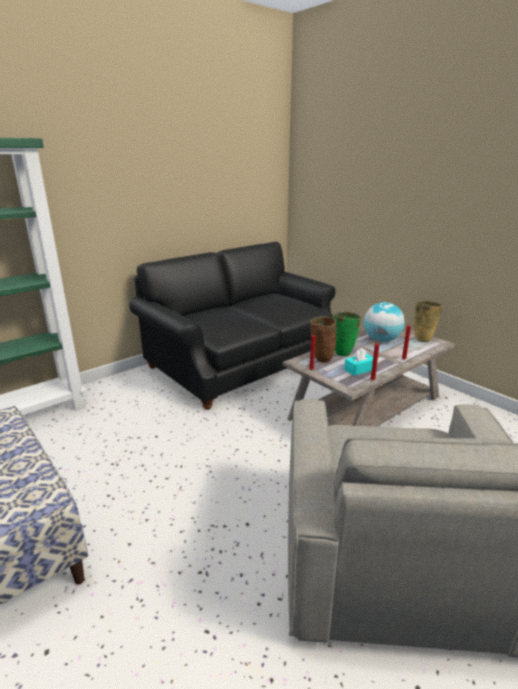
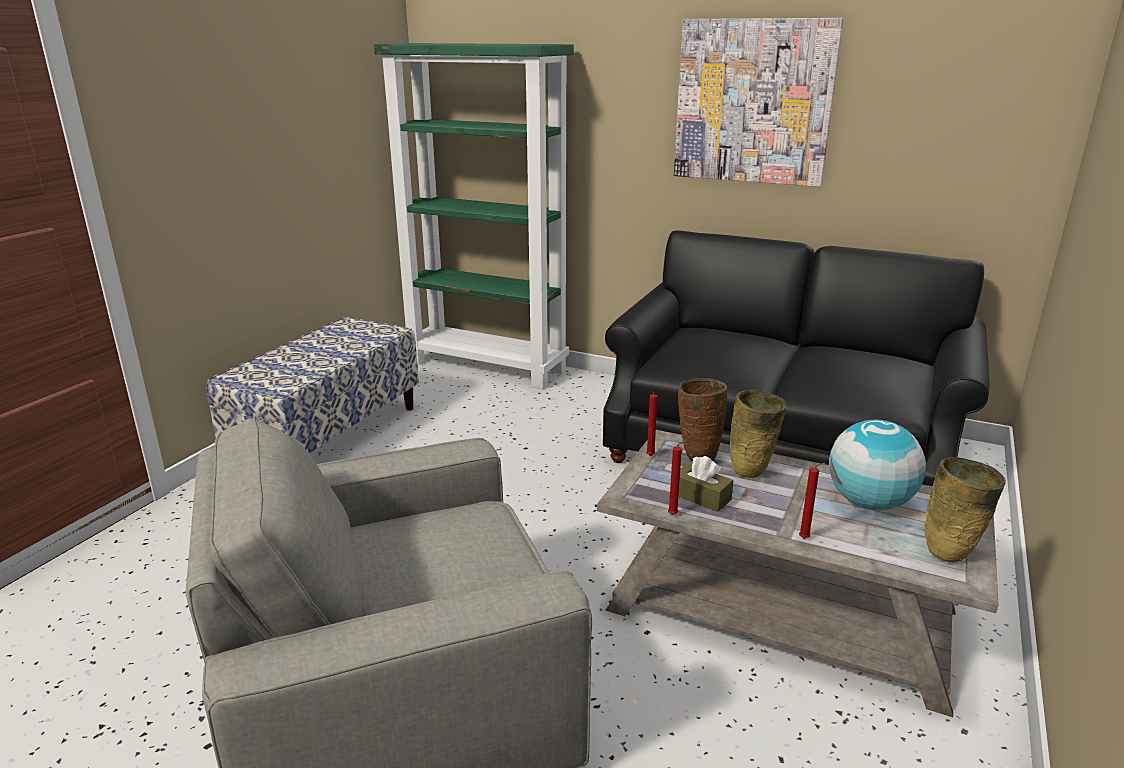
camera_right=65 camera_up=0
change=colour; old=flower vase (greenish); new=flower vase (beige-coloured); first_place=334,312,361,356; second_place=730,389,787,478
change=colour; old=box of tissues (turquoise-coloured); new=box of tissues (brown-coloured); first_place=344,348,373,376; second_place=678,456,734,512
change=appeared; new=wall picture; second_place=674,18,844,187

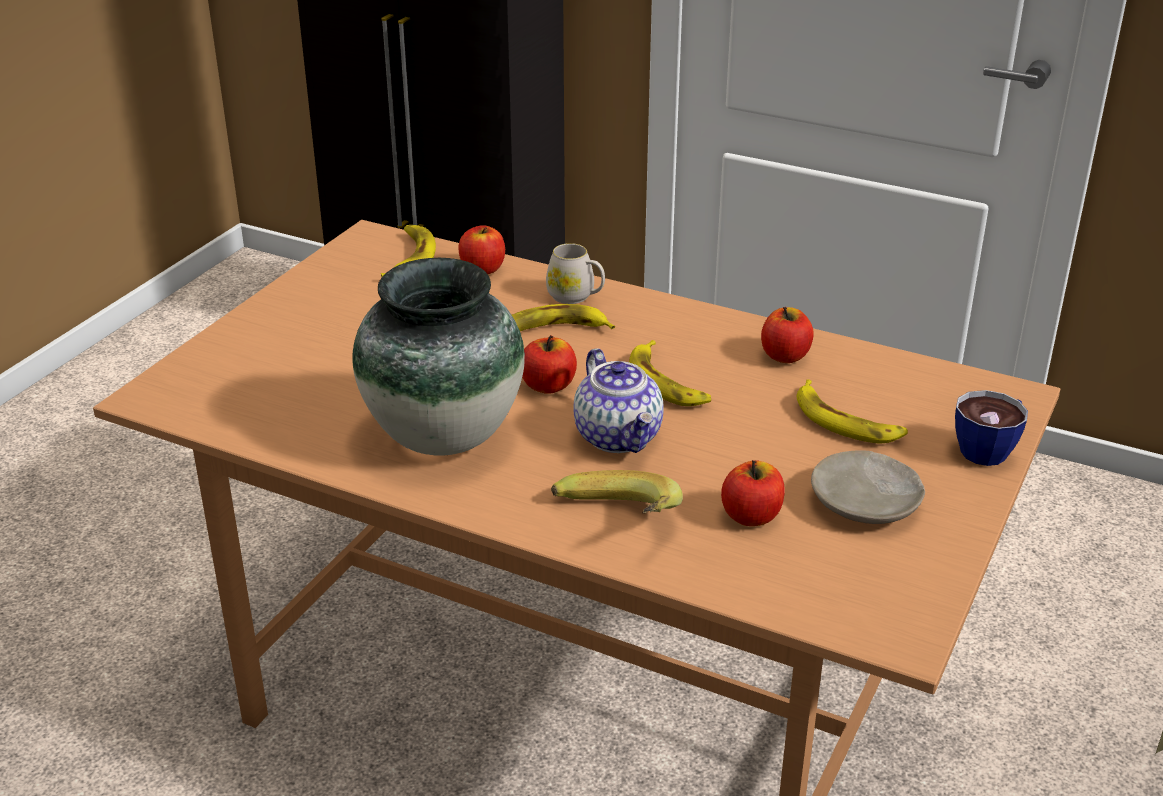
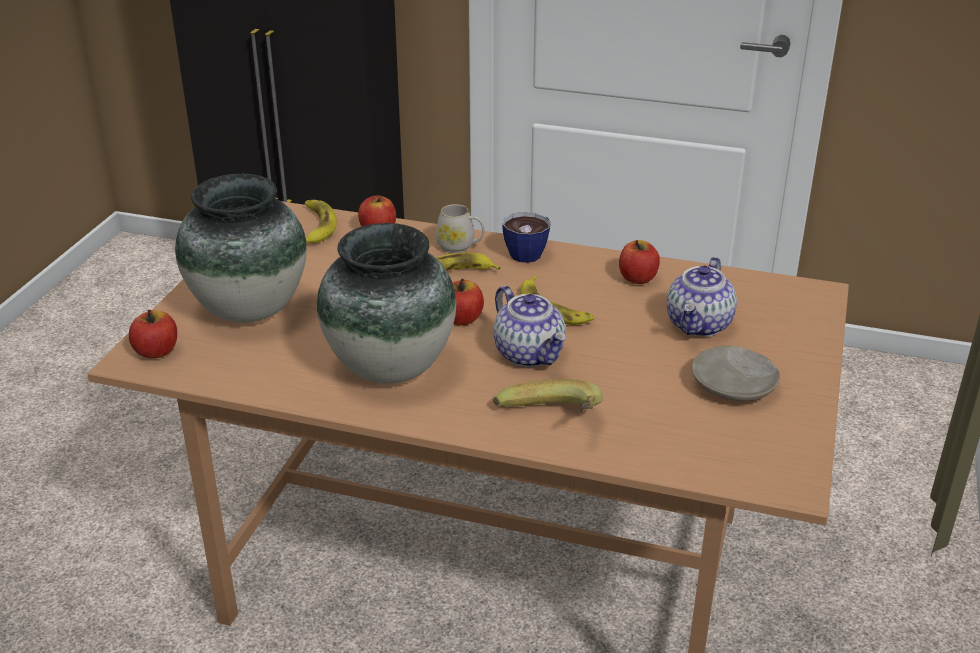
camera_right=-10 camera_up=0
change=exchanged; old=whole banana; new=teapot; first_place=797,379,908,443; second_place=667,257,737,337
change=relocated; old=drinking cup; first_place=955,390,1028,466; second_place=502,212,551,263
change=relocated; old=apple fruit; first_place=721,460,785,526; second_place=129,310,177,359
change=appeared; new=flower vase; second_place=175,174,307,323

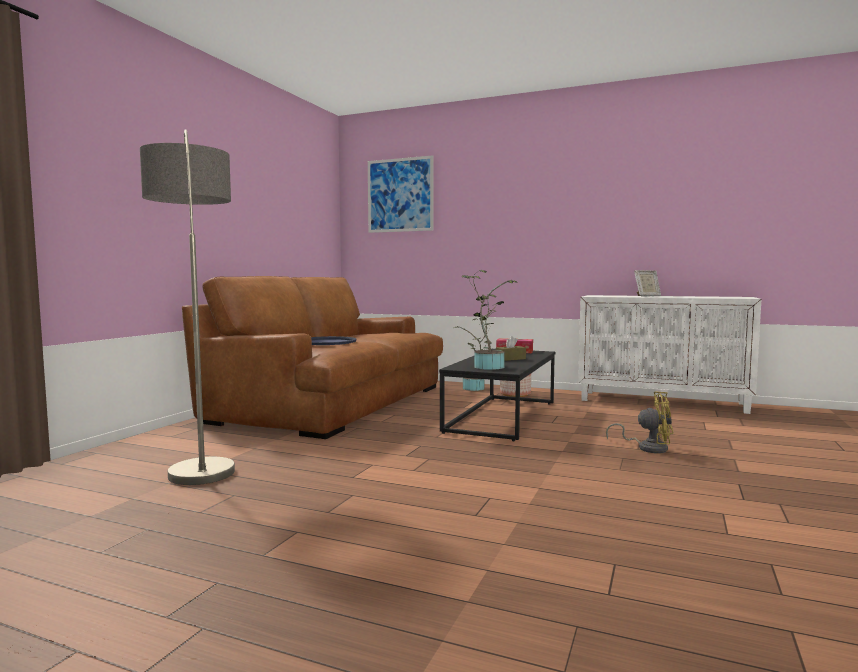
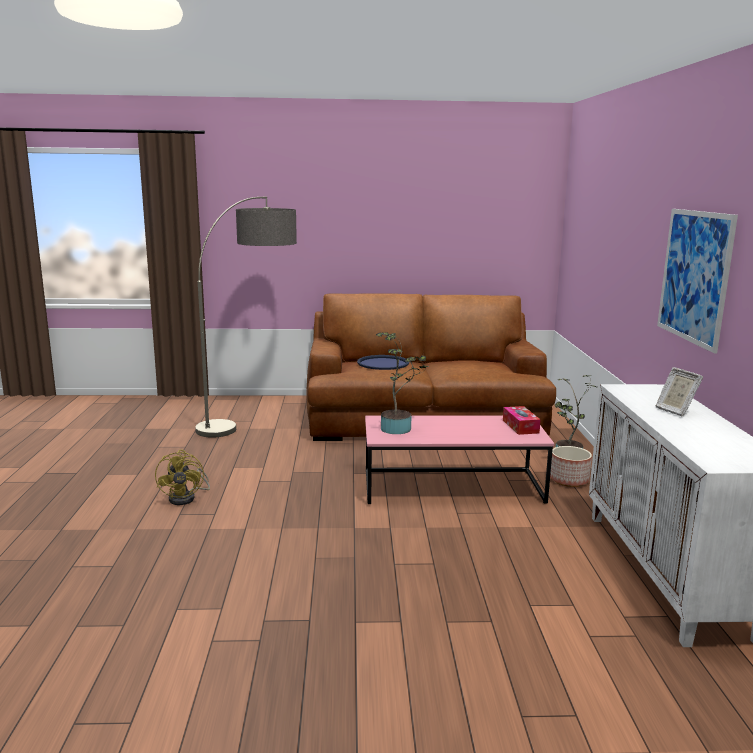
camera_right=65 camera_up=10
change=relocated; old=wall picture; first_place=368,155,434,233; second_place=657,209,738,353
change=missing; old=box of tissues (brown-coloured); first_place=496,336,526,361
change=colour; old=low table (black-coloured); new=low table (pink); first_place=439,349,556,441; second_place=365,416,554,504
change=relocated; old=cooling fan (yellowish); first_place=606,391,673,453; second_place=155,450,210,505

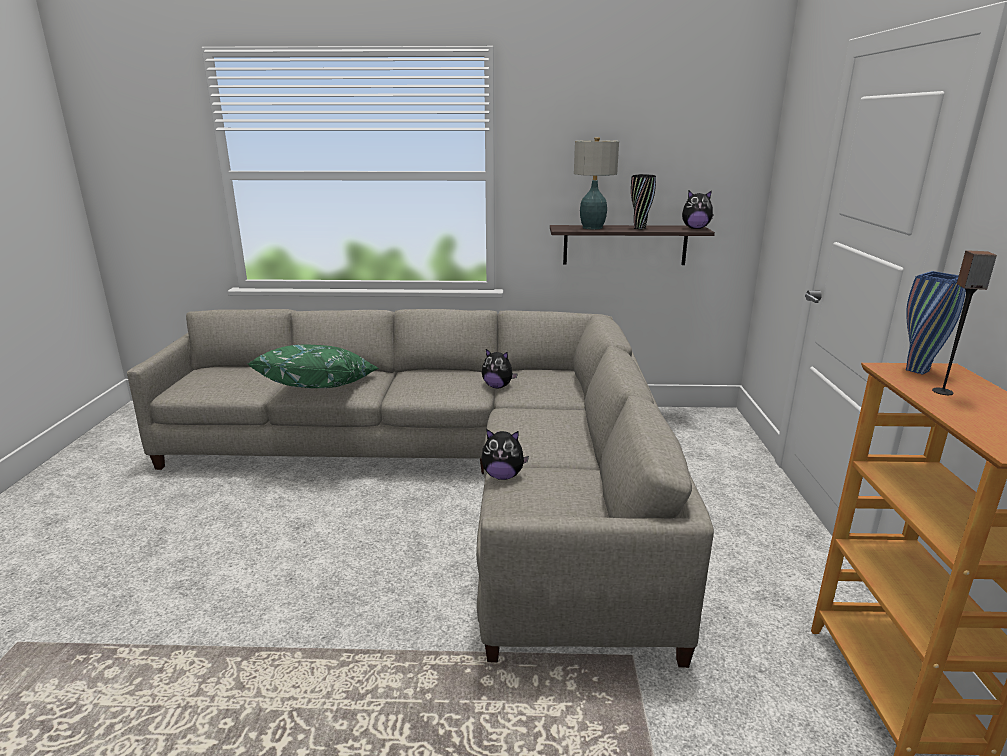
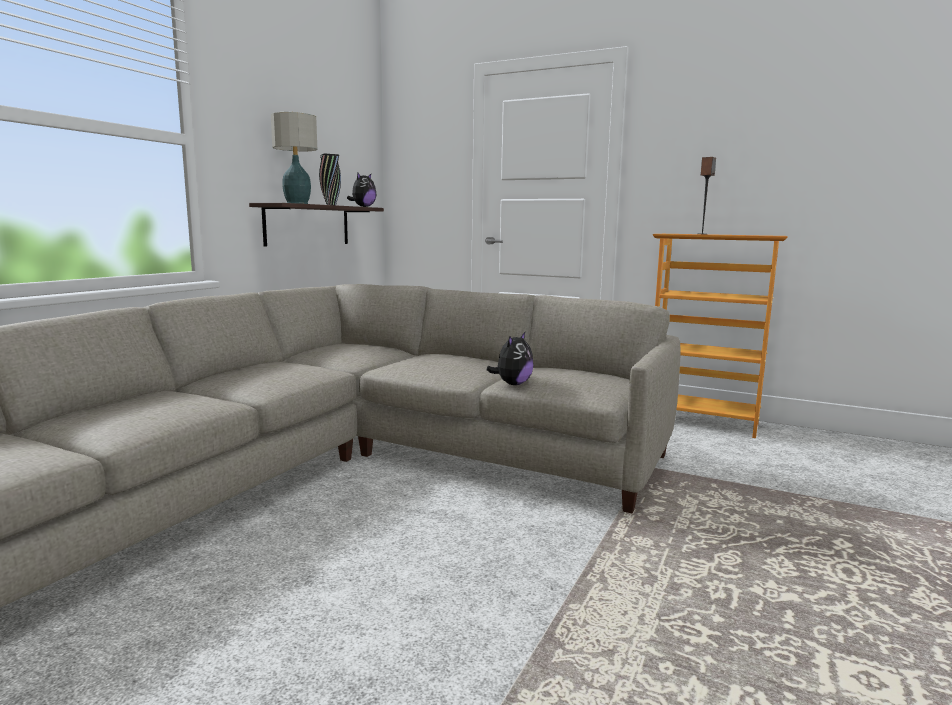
camera_right=-65 camera_up=-10
change=missing; old=flower vase (blue-coloured); first_place=906,271,966,375
change=missing; old=pillow (greenish); first_place=248,345,379,388
change=missing; old=cuddly toy; first_place=482,349,518,388

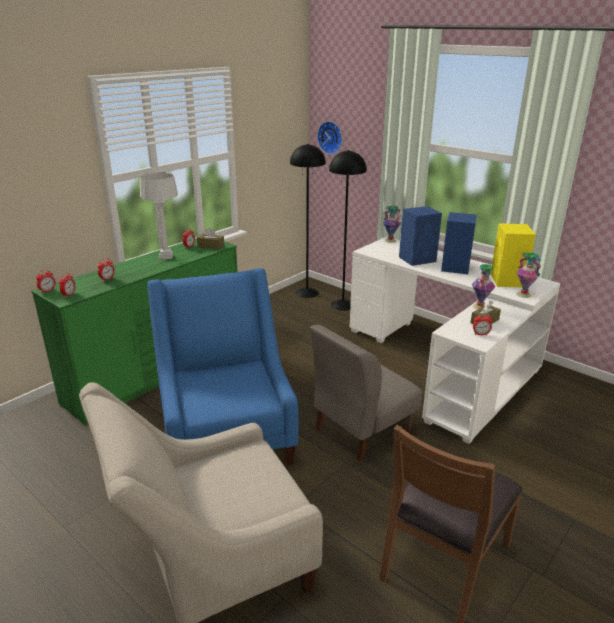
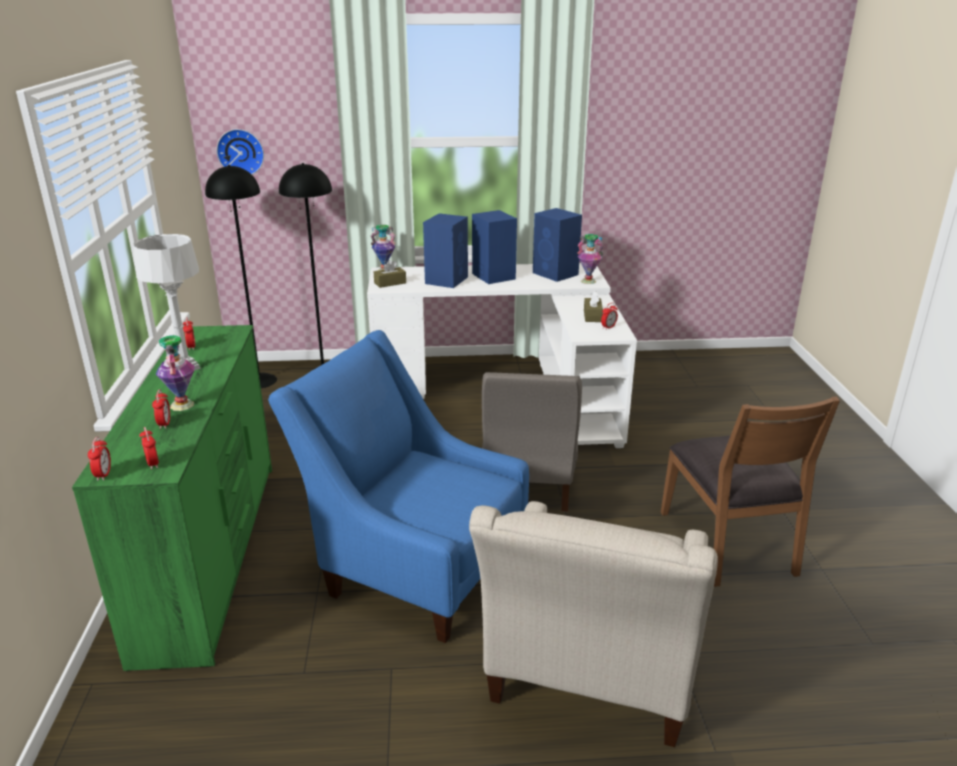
camera_right=-45 camera_up=0
change=colour; old=audio speaker (yellowish); new=audio speaker (blue-coloured); first_place=491,223,536,287; second_place=533,208,582,282
change=relocated; old=box of tissues (brown-coloured); first_place=197,227,225,250; second_place=374,260,406,288
change=relocated; old=flower vase; first_place=472,264,496,310; second_place=156,335,195,411

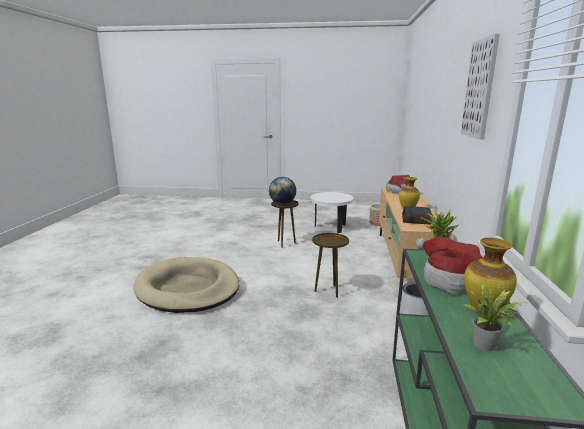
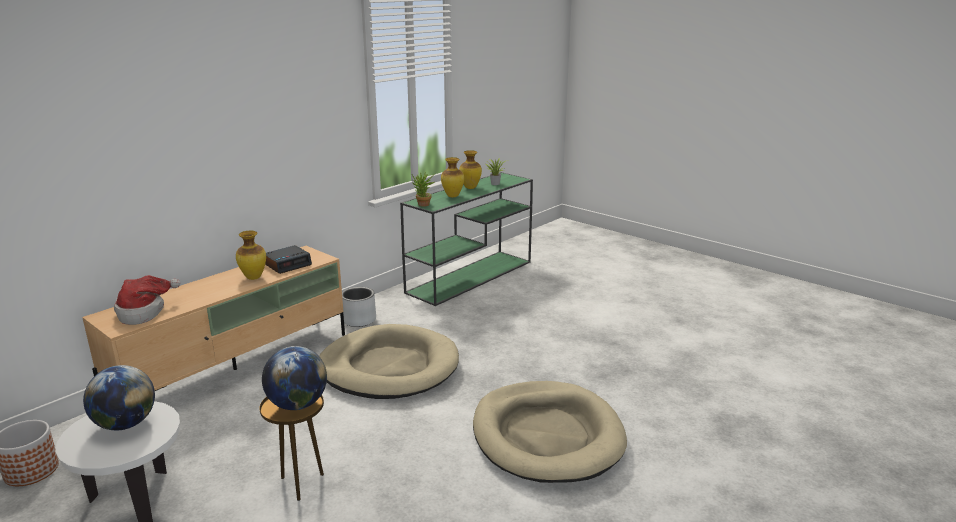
camera_right=-145 camera_up=5
change=missing; old=wall picture; first_place=461,34,500,140
change=exchanged; old=side table (brown-coloured); new=pet bed (beige-coloured); first_place=312,233,349,298; second_place=319,324,459,399
change=exchanged; old=clothing hat; new=flower vase; first_place=415,237,483,294; second_place=441,157,464,197
change=appeared; new=world globe; second_place=83,365,155,430

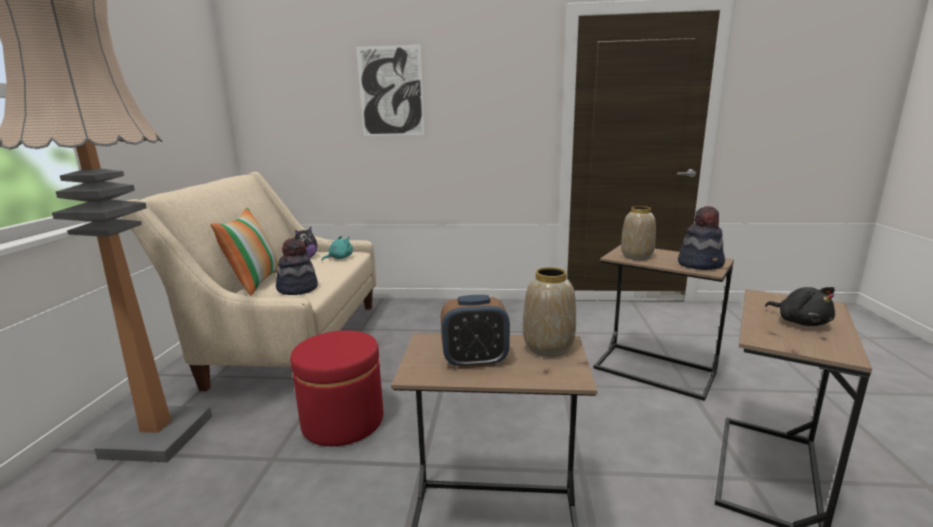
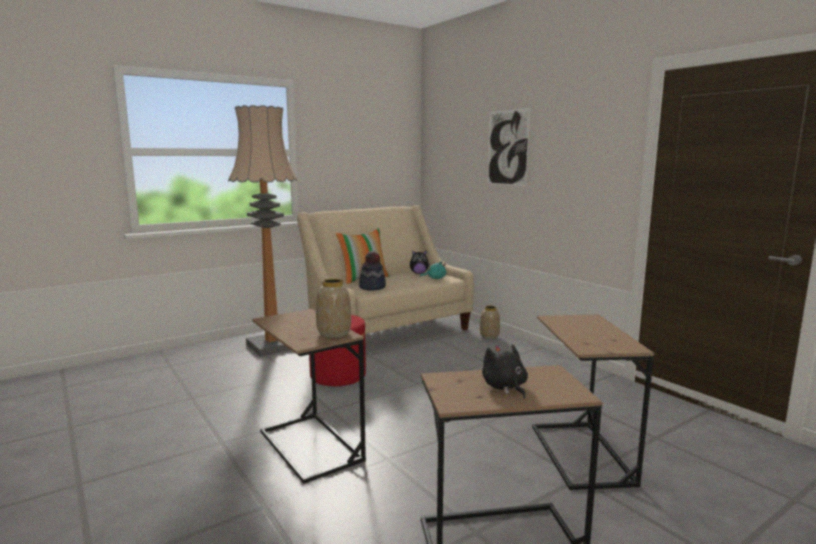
camera_right=50 camera_up=-5
change=relocated; old=flower vase; first_place=621,206,656,260; second_place=480,306,500,339
change=missing; old=clothing hat; first_place=678,206,725,270
change=spun; old=cuddly toy (black-coloured); first_place=765,287,835,326; second_place=482,344,528,399; degrees=135
change=missing; old=table clock; first_place=441,295,510,369

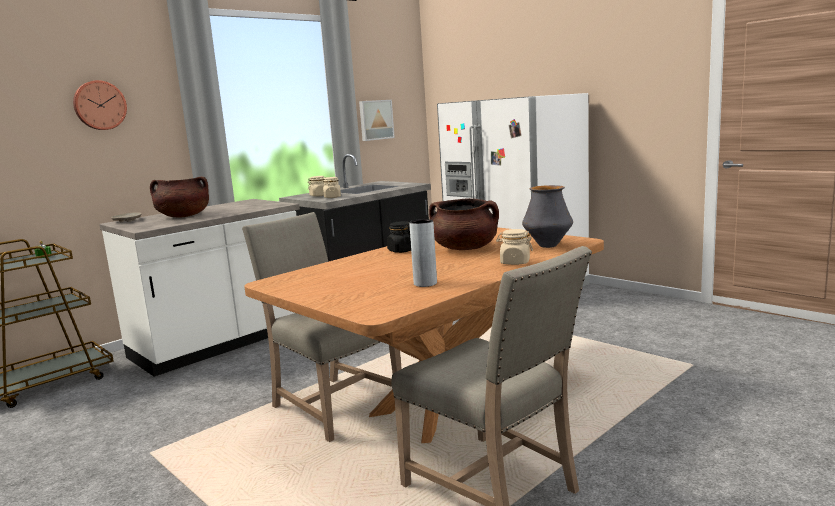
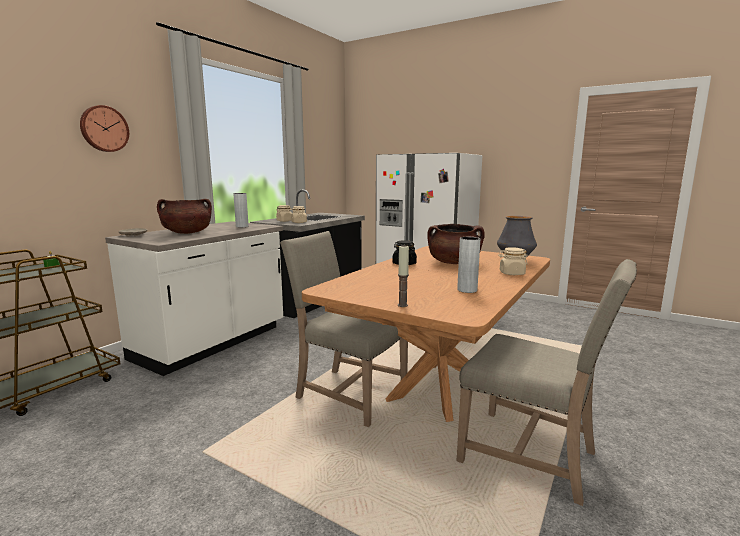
camera_right=-15 camera_up=0
change=missing; old=wall picture; first_place=359,100,395,141
change=appeared; new=flower vase (gray); second_place=234,193,249,227
change=appeared; new=wax candle; second_place=398,246,409,307

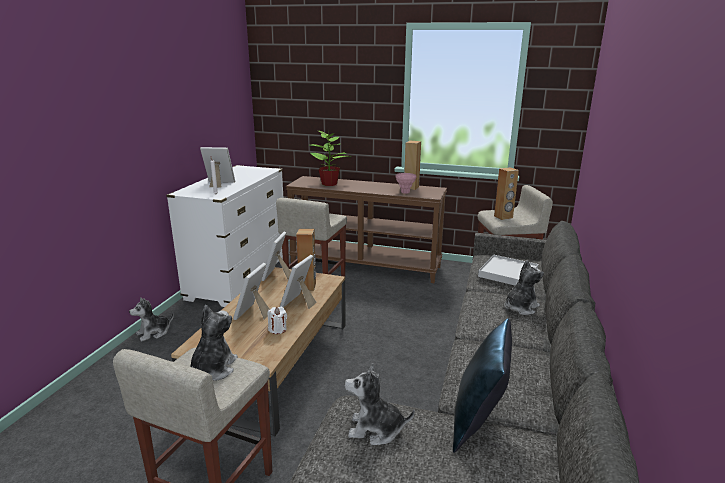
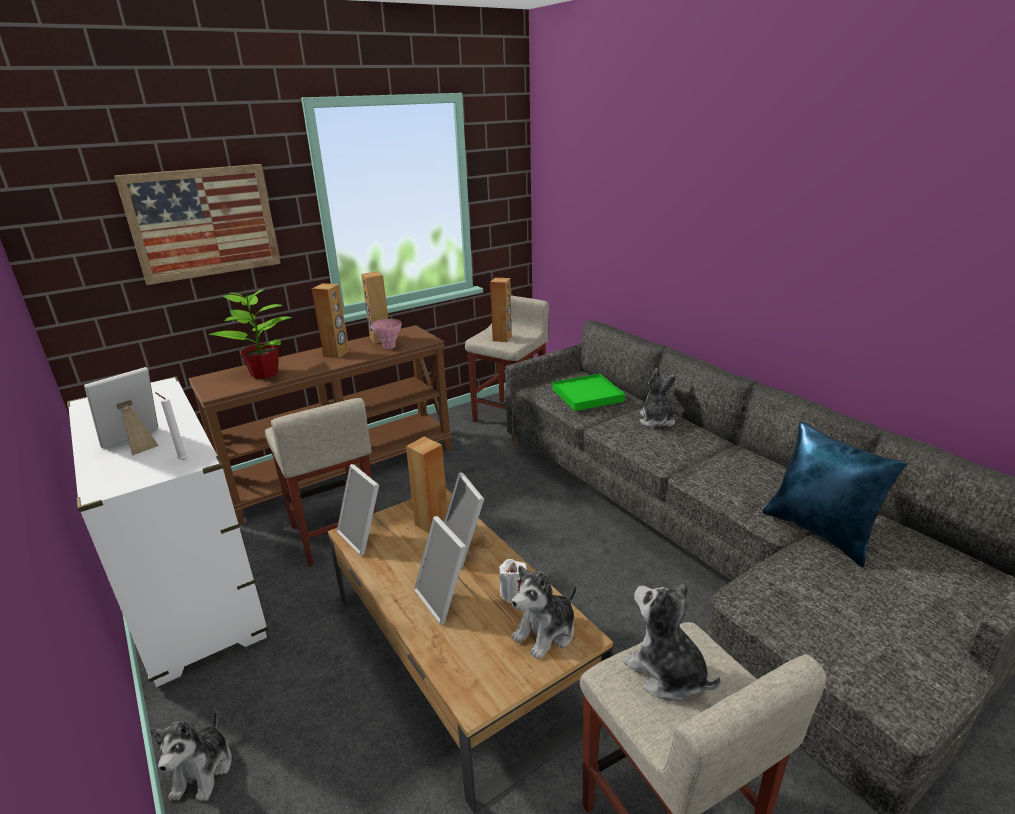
camera_right=-50 camera_up=5
change=colour; old=tray (whitish); new=tray (greenish); first_place=478,255,538,285; second_place=553,374,625,411
change=relocated; old=cuddly toy; first_place=345,363,415,446; second_place=511,565,577,659
change=appeared; new=wall picture; second_place=114,164,281,285
change=appeared; new=audio speaker (brown-coloured); second_place=312,283,349,358

